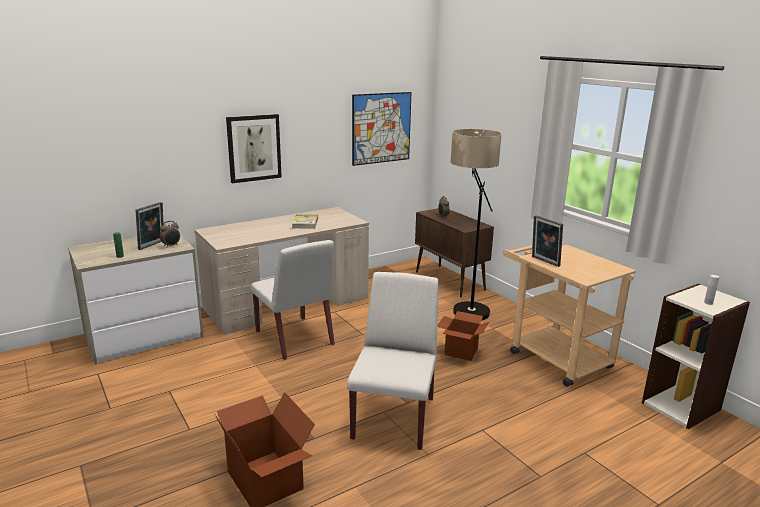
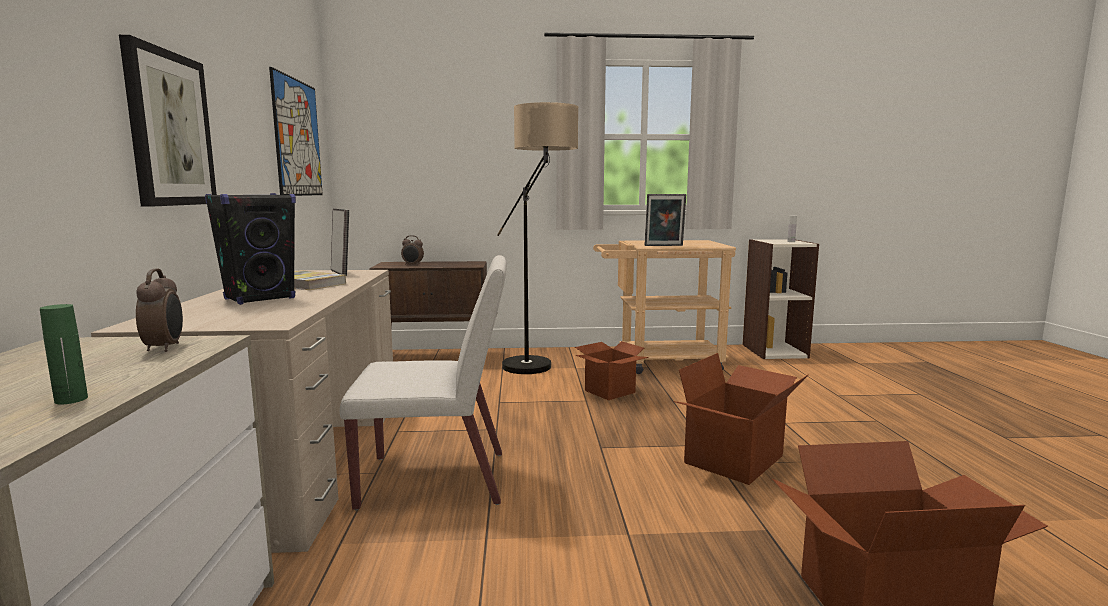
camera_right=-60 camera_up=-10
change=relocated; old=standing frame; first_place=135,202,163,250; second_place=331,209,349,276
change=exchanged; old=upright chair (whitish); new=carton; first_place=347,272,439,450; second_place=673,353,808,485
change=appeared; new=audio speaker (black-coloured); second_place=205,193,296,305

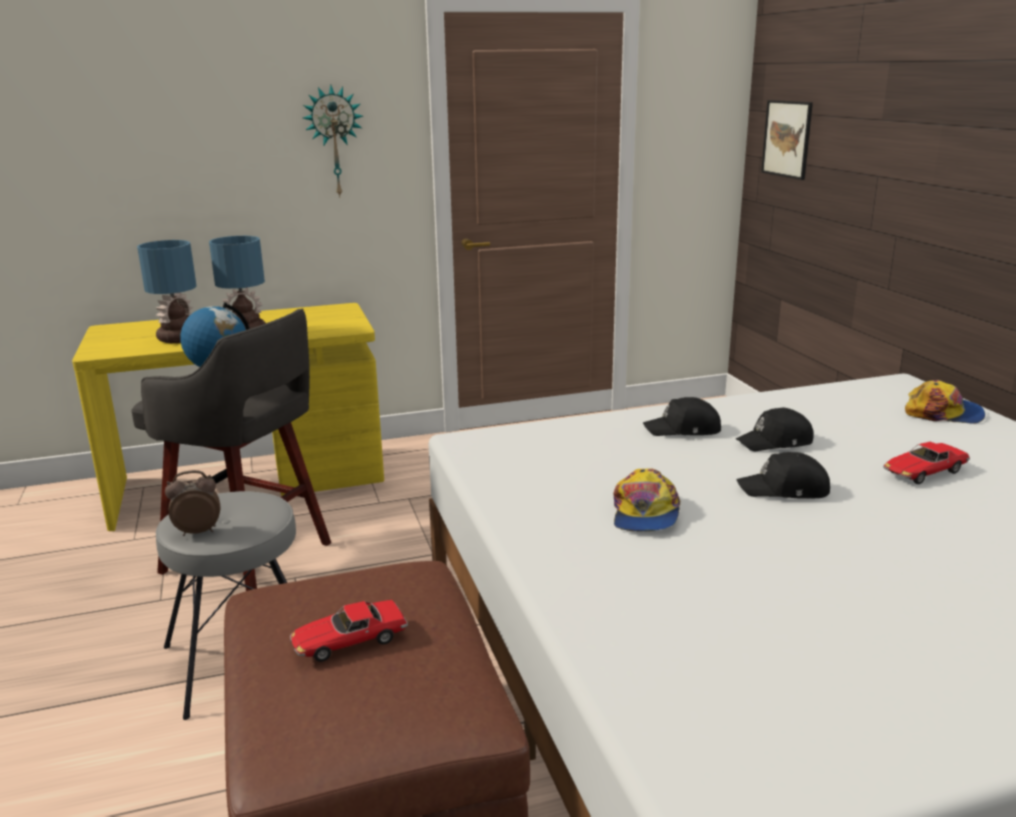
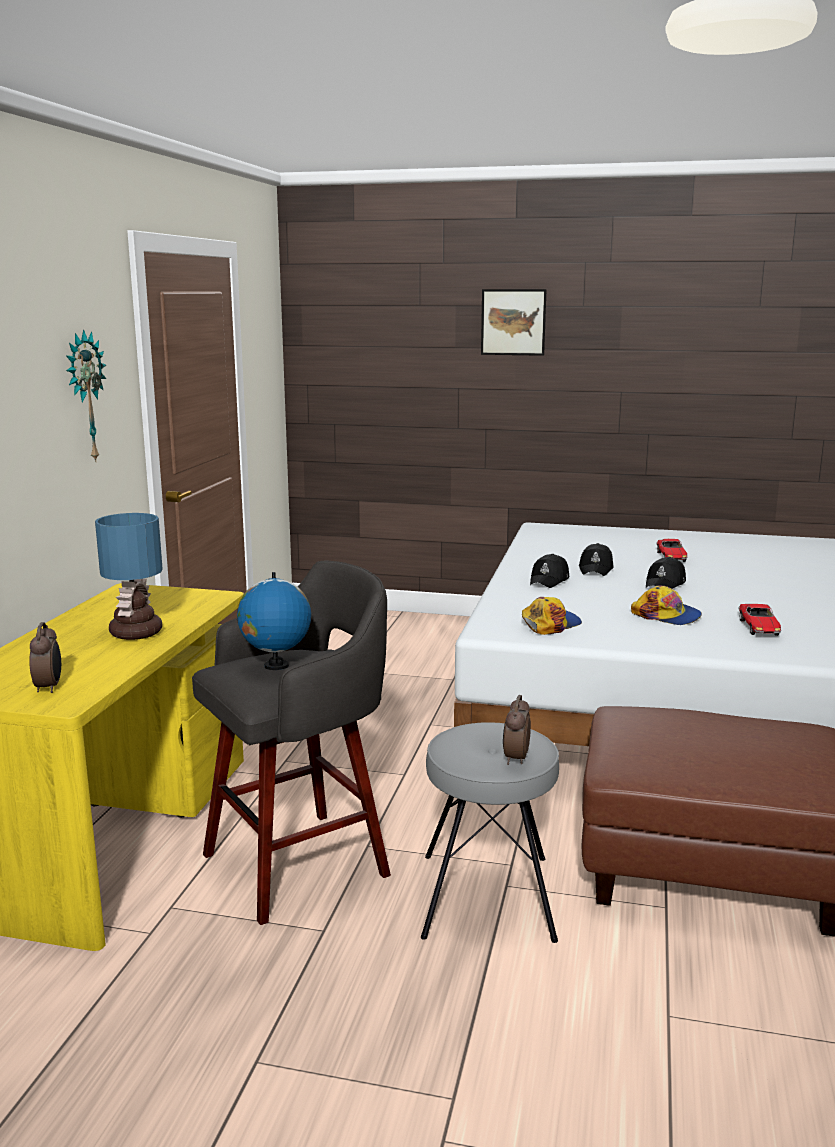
camera_right=-60 camera_up=-5
change=relocated; old=wall picture; first_place=761,100,813,180; second_place=481,289,547,356
change=missing; old=table lamp; first_place=137,240,197,343
change=relocated; old=peaked cap; first_place=905,380,985,424; second_place=522,597,582,635
change=relocated; old=miniature car; first_place=290,600,408,662; second_place=739,604,781,636
change=appeared; new=table clock; second_place=29,622,61,693

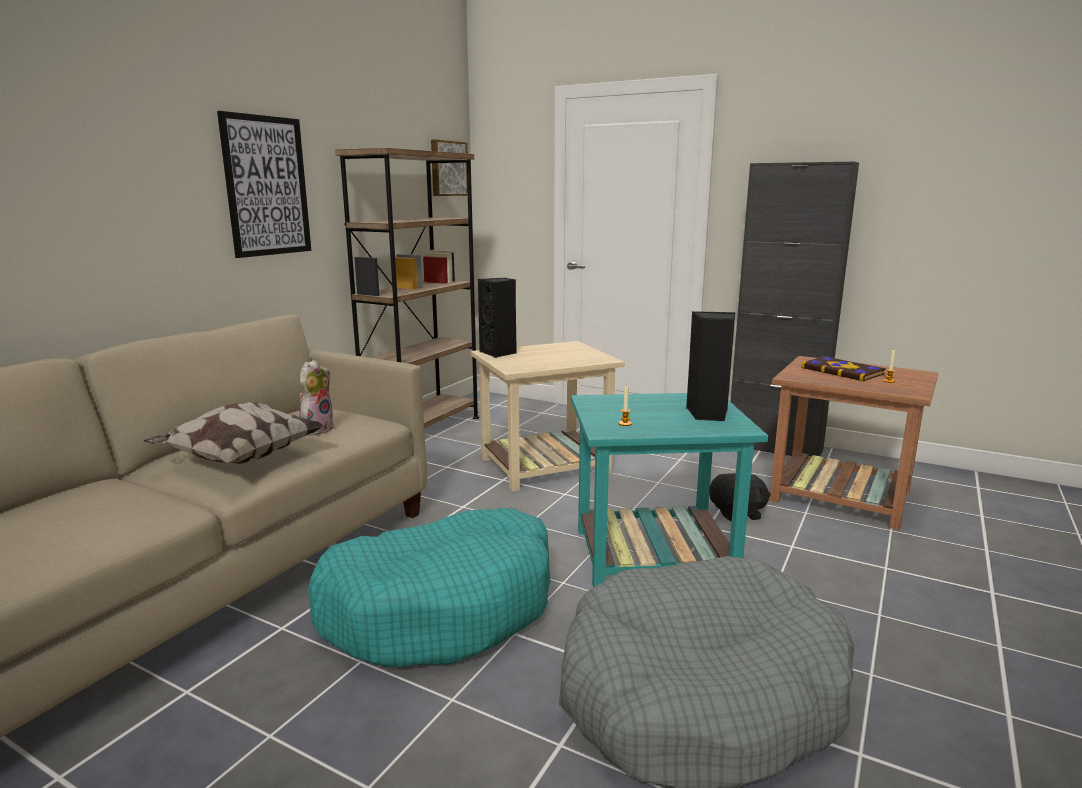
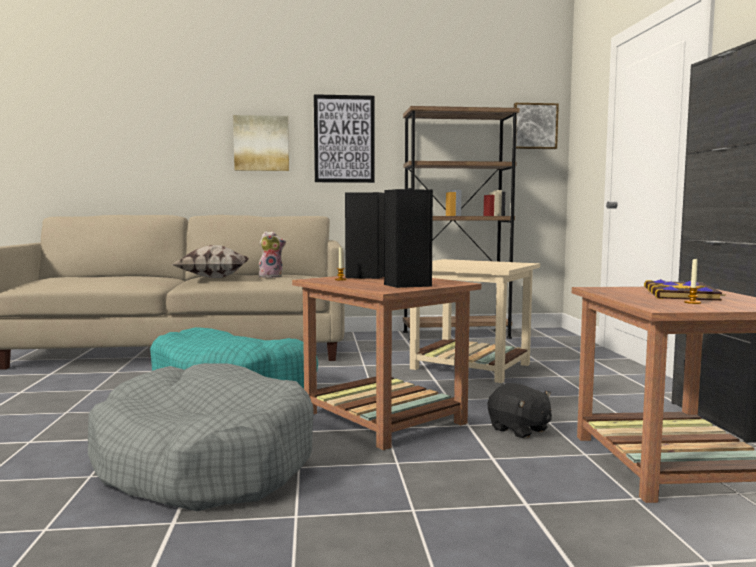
camera_right=55 camera_up=-10
change=relocated; old=audio speaker (black-coloured); first_place=478,278,517,358; second_place=345,192,385,279
change=colour; old=side table (turquoise-coloured); new=side table (brown-coloured); first_place=571,393,768,587; second_place=292,275,481,450
change=appeared; new=wall picture; second_place=233,115,289,171

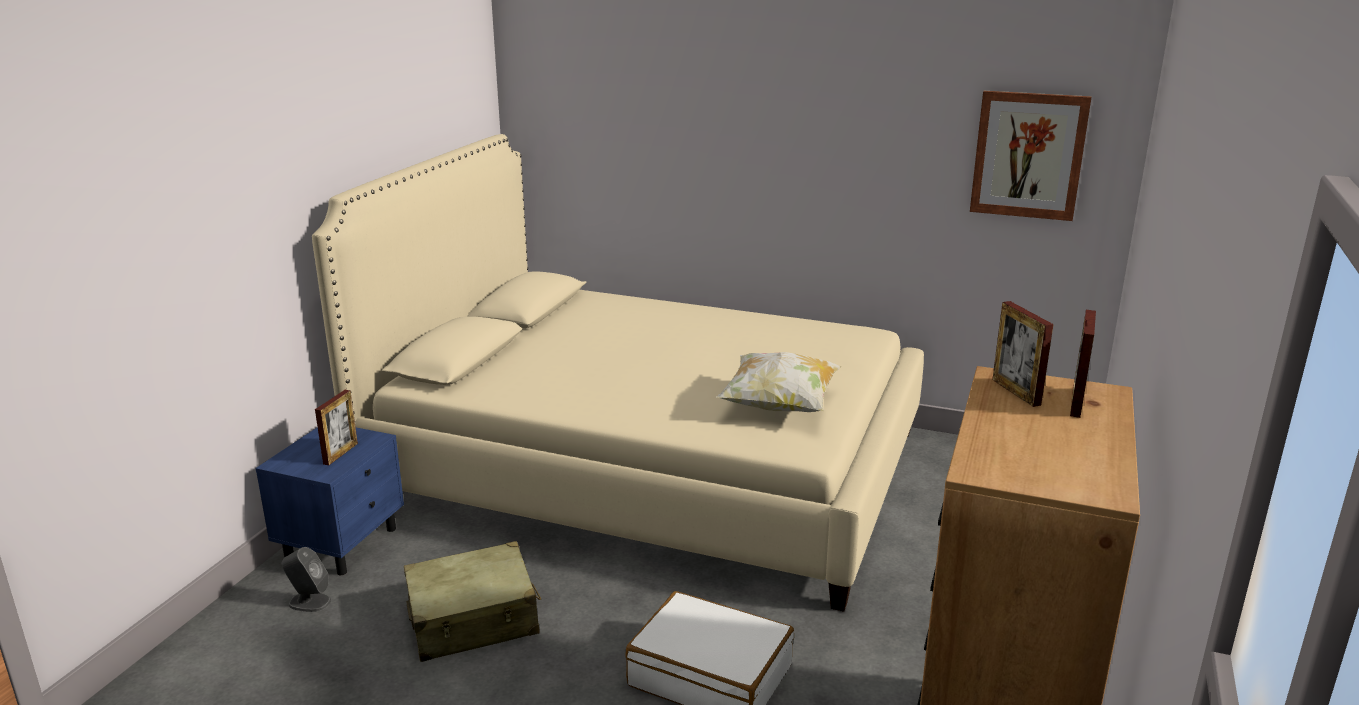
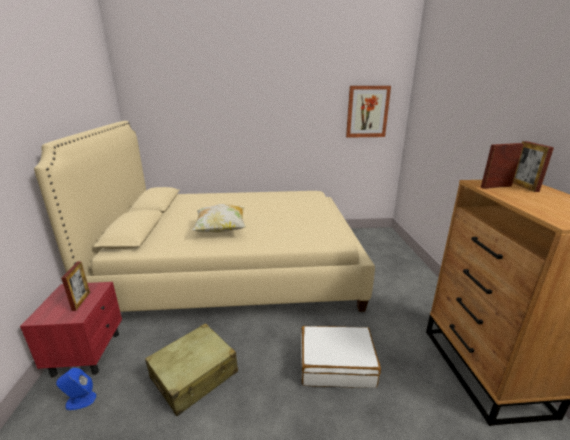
camera_right=-25 camera_up=0
change=spun; old=standing frame; first_place=992,301,1054,407; second_place=481,143,524,189; degrees=120
change=relocated; old=pillow; first_place=716,352,841,412; second_place=191,204,246,232
change=colour; old=bedside table (blue-coloured); new=bedside table (reddish); first_place=256,427,404,575; second_place=20,282,122,377
change=colour; old=audio speaker (gray); new=audio speaker (blue-coloured); first_place=281,547,331,612; second_place=56,368,96,410

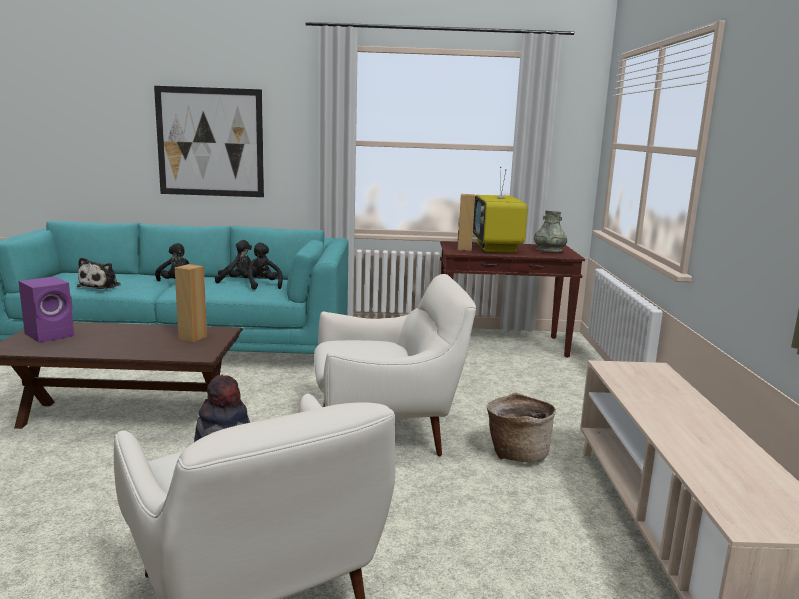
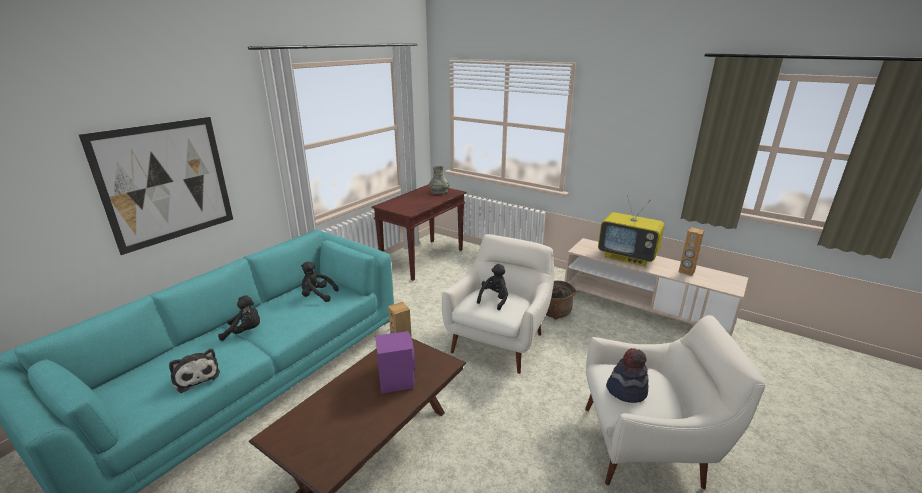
camera_right=-55 camera_up=10
change=relocated; old=television; first_place=473,167,528,253; second_place=598,195,665,266
change=relocated; old=audio speaker (brown-coloured); first_place=458,194,475,251; second_place=679,227,705,276
change=relocated; old=cuddly toy (black-coloured); first_place=215,240,252,283; second_place=477,264,508,310
change=relocated; old=audio speaker (purplish); first_place=18,276,74,343; second_place=375,331,415,393

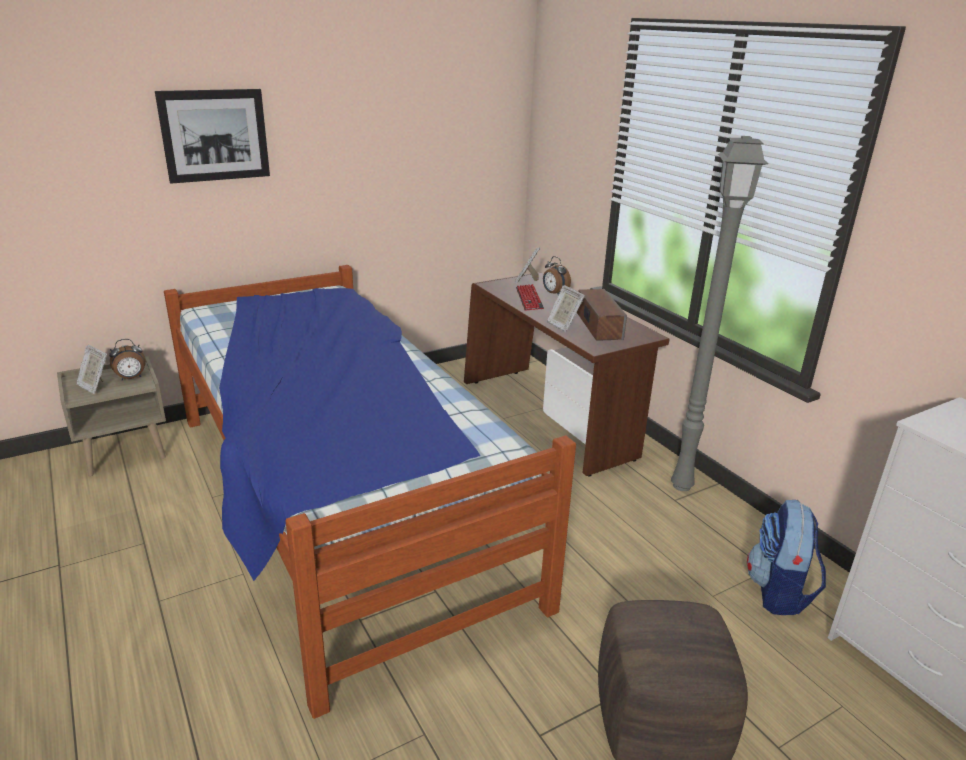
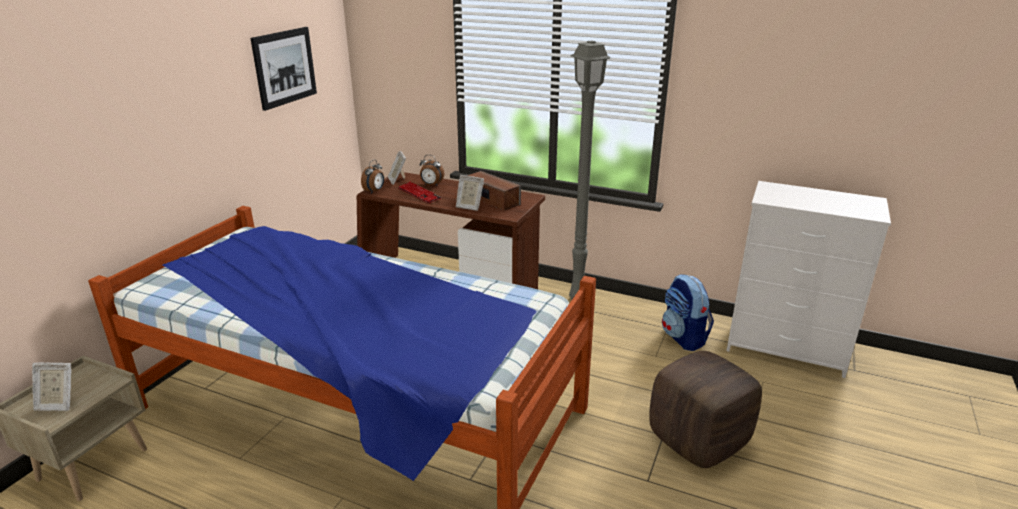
camera_right=-35 camera_up=0
change=relocated; old=wall picture; first_place=155,89,270,184; second_place=251,27,317,111
change=relocated; old=table clock; first_place=109,339,146,380; second_place=361,159,384,194

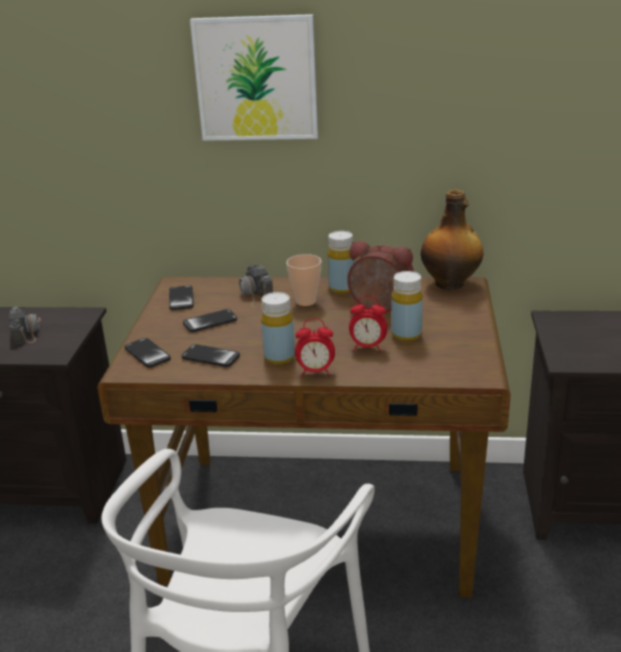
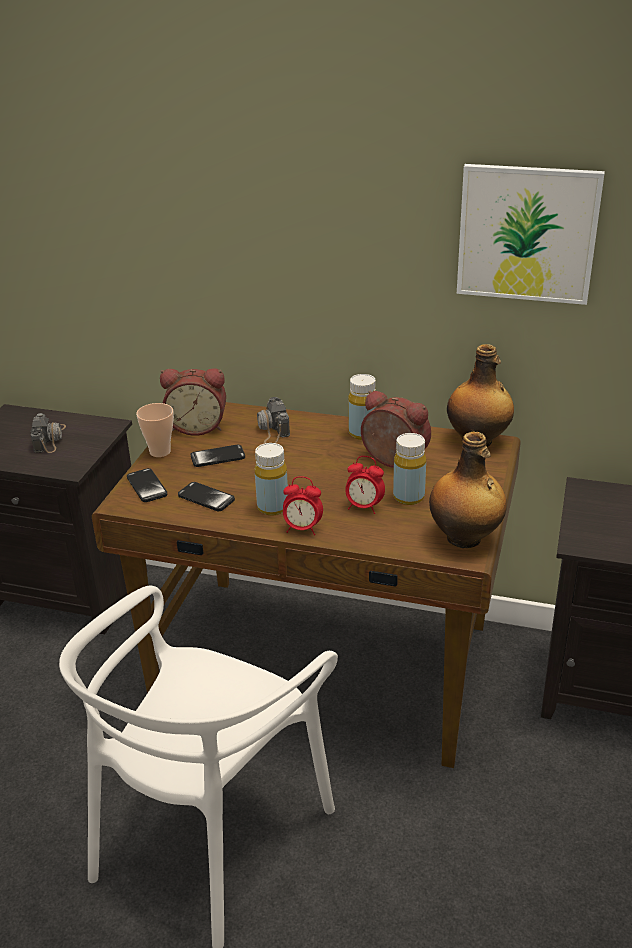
camera_right=10 camera_up=5
change=relocated; old=wall picture; first_place=190,14,318,141; second_place=457,164,605,305
change=relocated; old=drinking cup; first_place=286,254,322,306; second_place=136,403,174,457
change=exchanged; old=telephone; new=table clock; first_place=169,285,194,310; second_place=160,368,226,436
change=appeared; new=beverage bottle; second_place=429,431,507,548

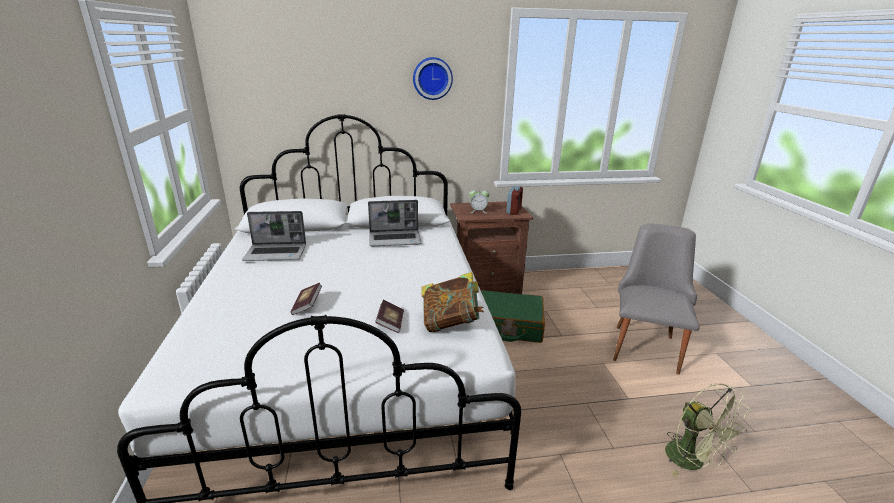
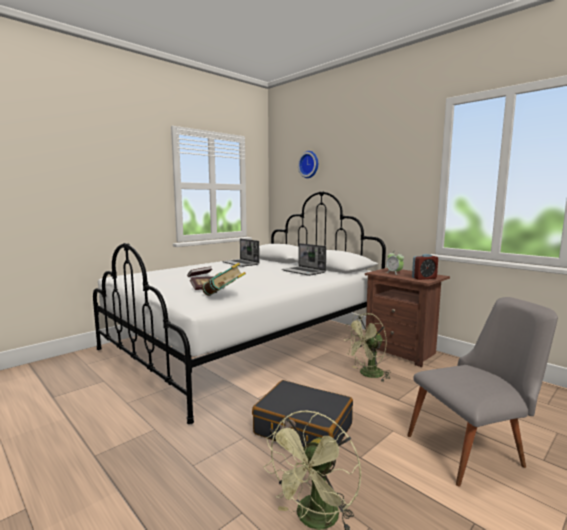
camera_right=55 camera_up=-15
change=relocated; old=hanging clock; first_place=413,57,453,100; second_place=298,151,318,178
change=exchanged; old=travel case (greenish); new=cooling fan (greenish); first_place=481,290,545,343; second_place=344,313,391,382
change=appeared; new=travel case (black-coloured); second_place=252,380,353,448

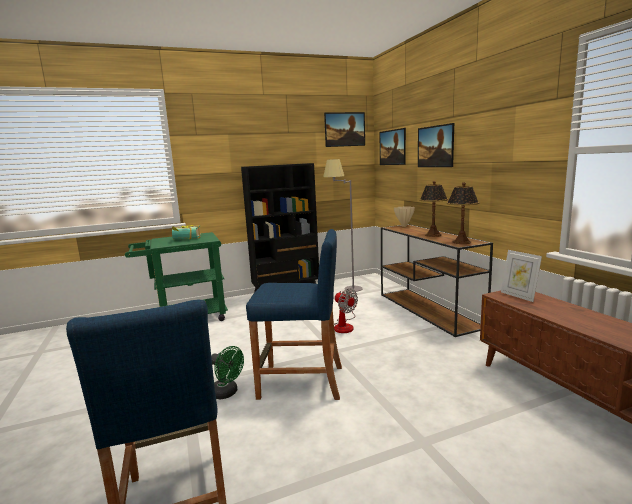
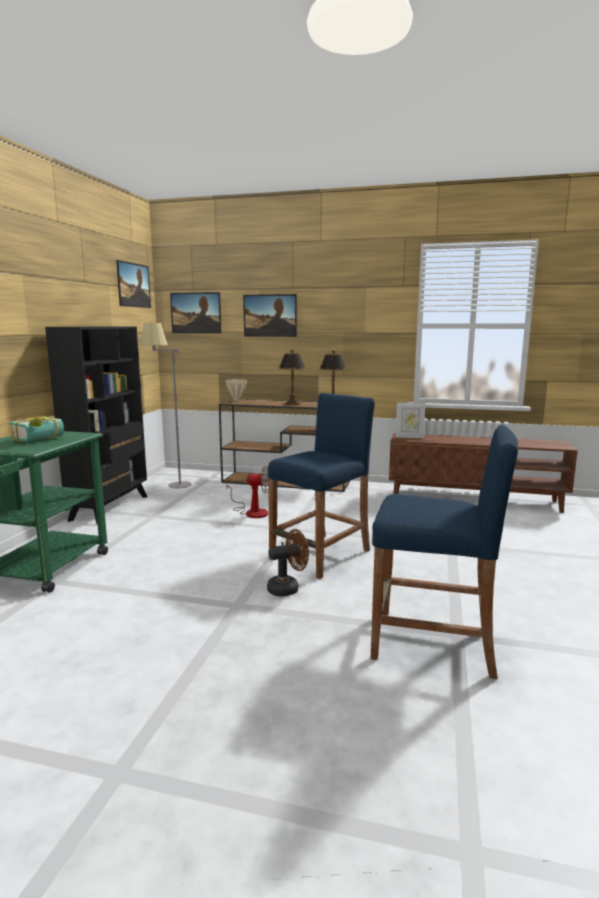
camera_right=-55 camera_up=0
change=colour; old=cooling fan (greenish); new=cooling fan (brown-coloured); first_place=211,346,244,399; second_place=267,529,309,596

